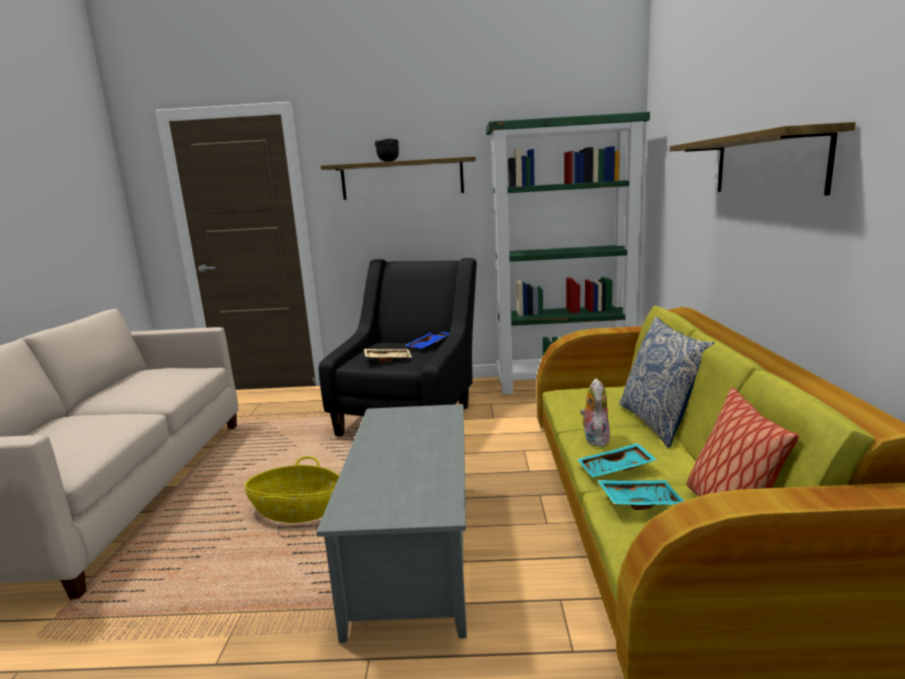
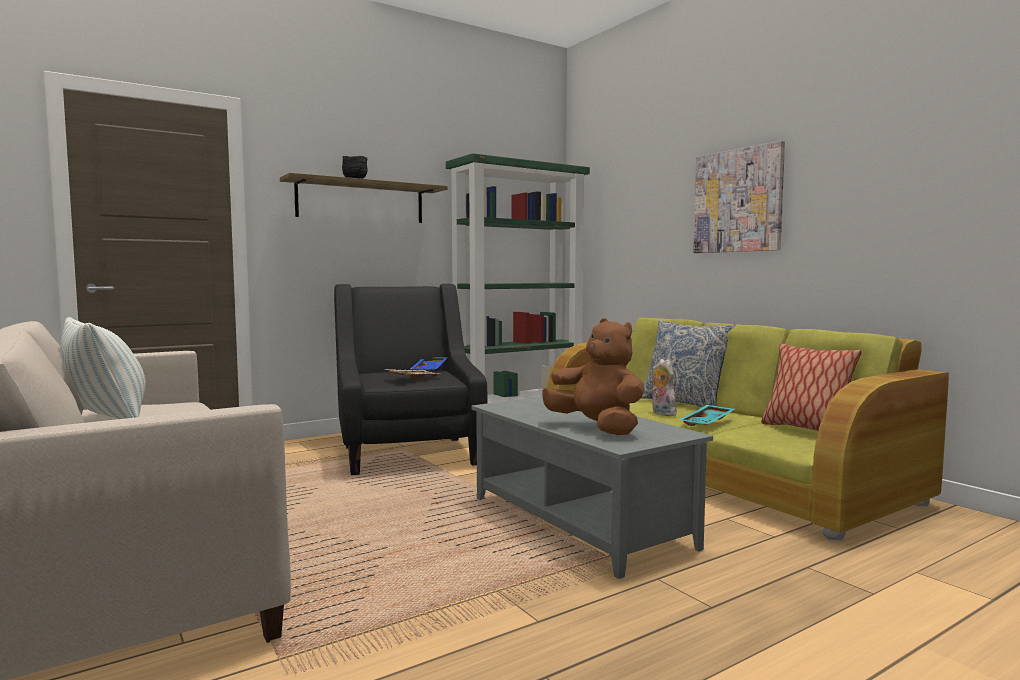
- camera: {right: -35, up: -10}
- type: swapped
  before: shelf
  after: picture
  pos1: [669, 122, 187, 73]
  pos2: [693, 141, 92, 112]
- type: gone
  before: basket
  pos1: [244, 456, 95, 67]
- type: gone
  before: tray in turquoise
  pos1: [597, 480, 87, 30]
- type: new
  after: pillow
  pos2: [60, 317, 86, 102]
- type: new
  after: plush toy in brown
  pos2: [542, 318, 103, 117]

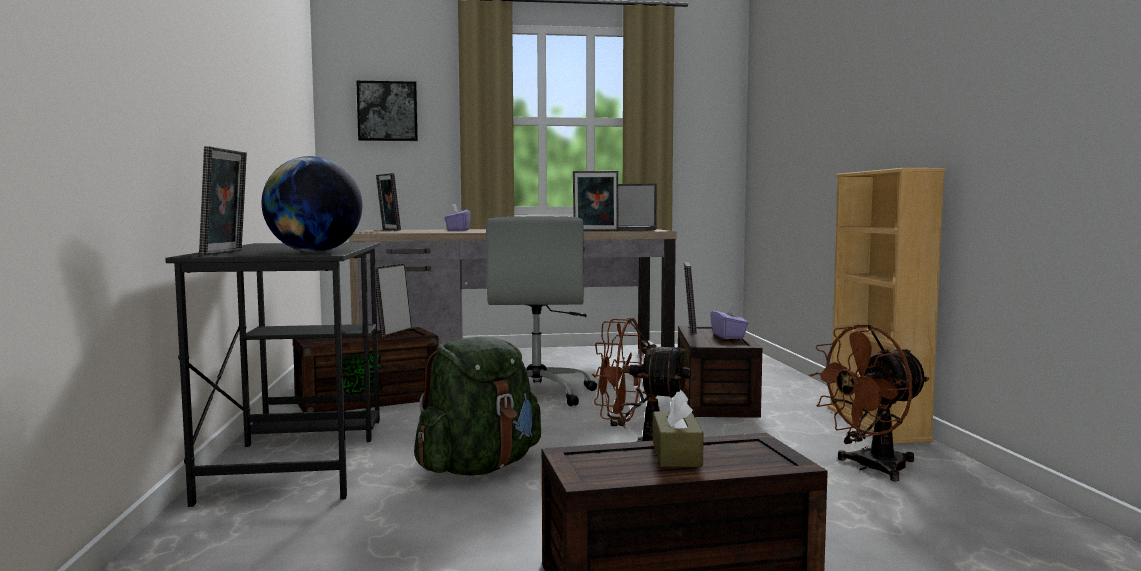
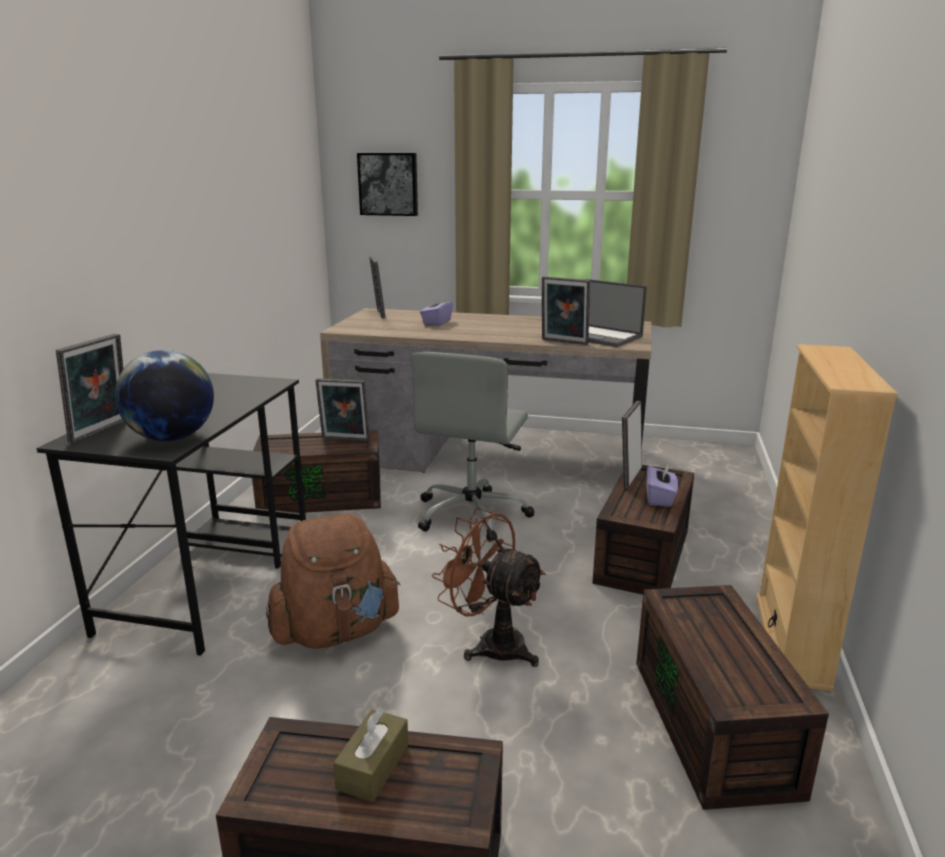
- camera: {right: 20, up: 15}
- type: rotated
  before: picture frame
  pos1: [375, 264, 37, 73]
  pos2: [315, 378, 54, 63]
  turn: -120
- type: swapped
  before: fan in brown
  after: storage box in brown
  pos1: [809, 325, 120, 157]
  pos2: [636, 585, 193, 225]
- type: repainted
  before: backpack in green
  after: backpack in brown
  pos1: [414, 337, 127, 139]
  pos2: [266, 513, 134, 136]

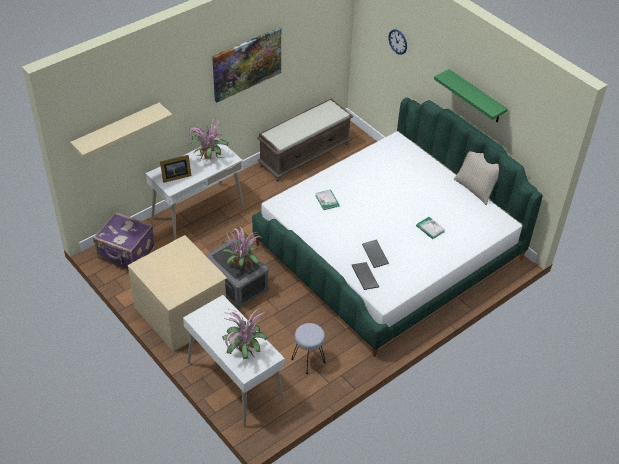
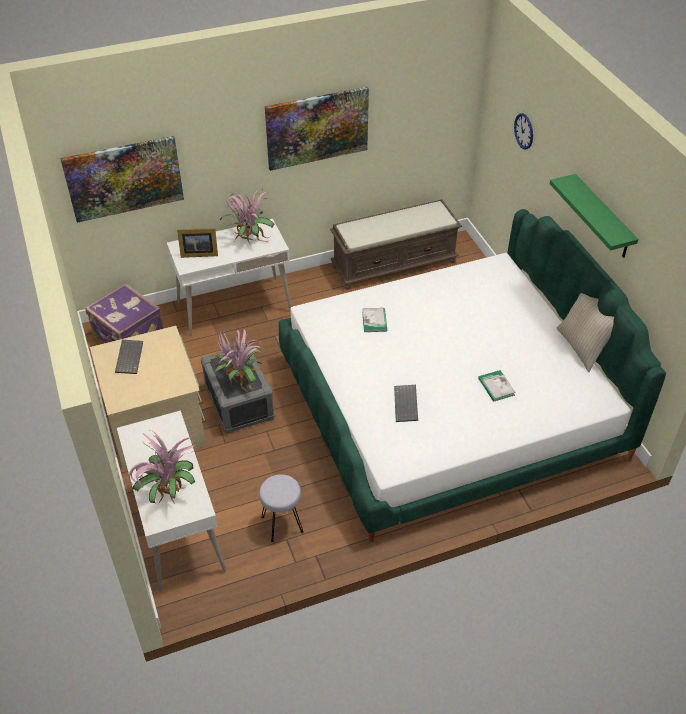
- camera: {right: 20, up: 0}
- type: swapped
  before: shelf in beige
  after: picture
  pos1: [70, 103, 103, 55]
  pos2: [60, 136, 124, 87]
- type: shifted
  before: keyboard
  pos1: [352, 262, 27, 28]
  pos2: [115, 340, 28, 34]

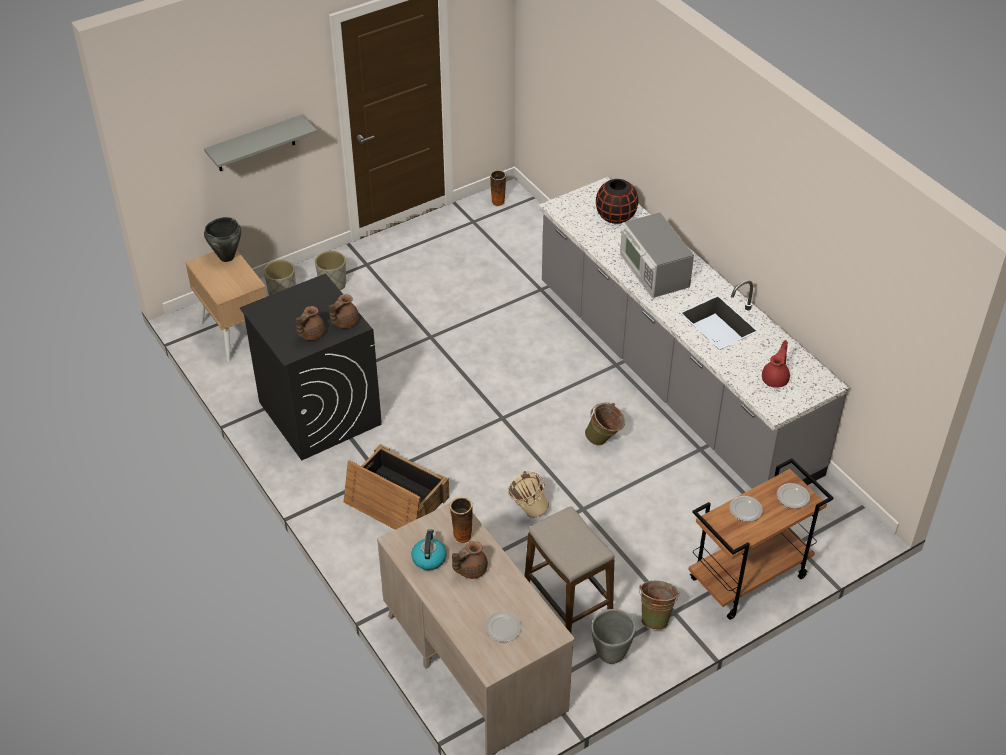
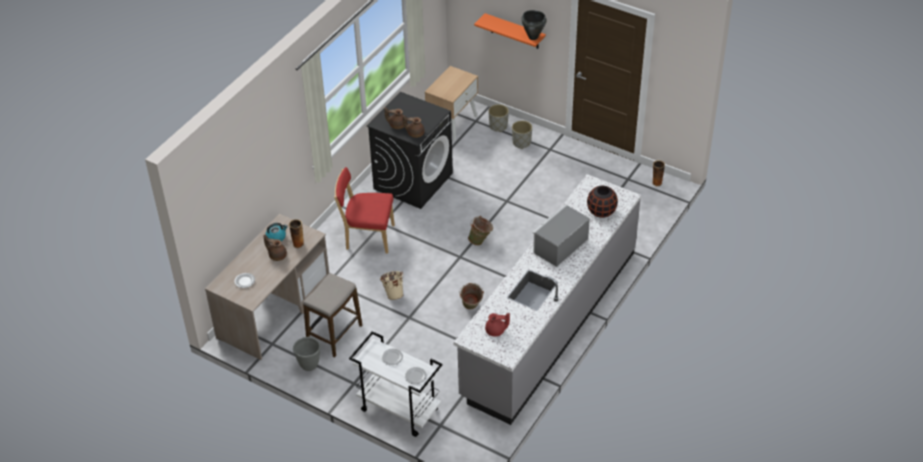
- camera: {right: 65, up: 0}
- type: repainted
  before: shelf in grey
  after: shelf in orange
  pos1: [204, 115, 113, 56]
  pos2: [474, 13, 72, 36]
- type: shifted
  before: cooking pot in black
  pos1: [204, 217, 37, 45]
  pos2: [521, 10, 26, 30]
- type: swapped
  before: crate
  after: chair in red
  pos1: [344, 444, 105, 86]
  pos2: [334, 167, 61, 87]
- type: repainted
  before: cart in brown
  after: cart in white
  pos1: [689, 458, 144, 162]
  pos2: [349, 331, 94, 106]
- type: shifted
  before: bucket in green
  pos1: [639, 581, 41, 49]
  pos2: [468, 216, 25, 29]

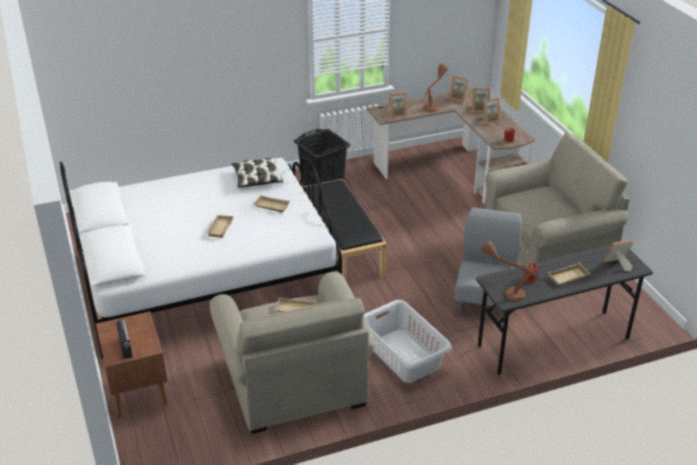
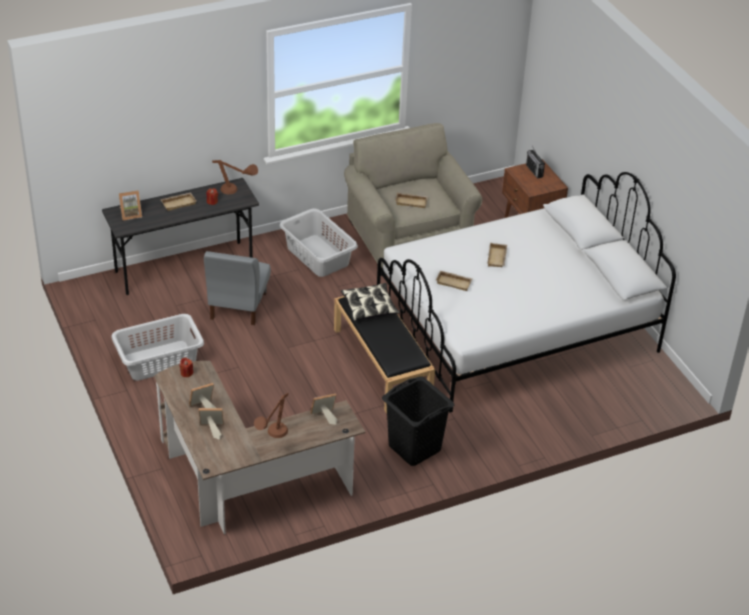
- camera: {right: 175, up: 5}
- type: gone
  before: picture frame
  pos1: [448, 75, 21, 27]
- type: swapped
  before: armchair in beige
  after: laundry basket in grey
  pos1: [485, 133, 145, 133]
  pos2: [111, 314, 93, 67]
- type: shifted
  before: pillow
  pos1: [232, 158, 51, 30]
  pos2: [341, 283, 59, 38]

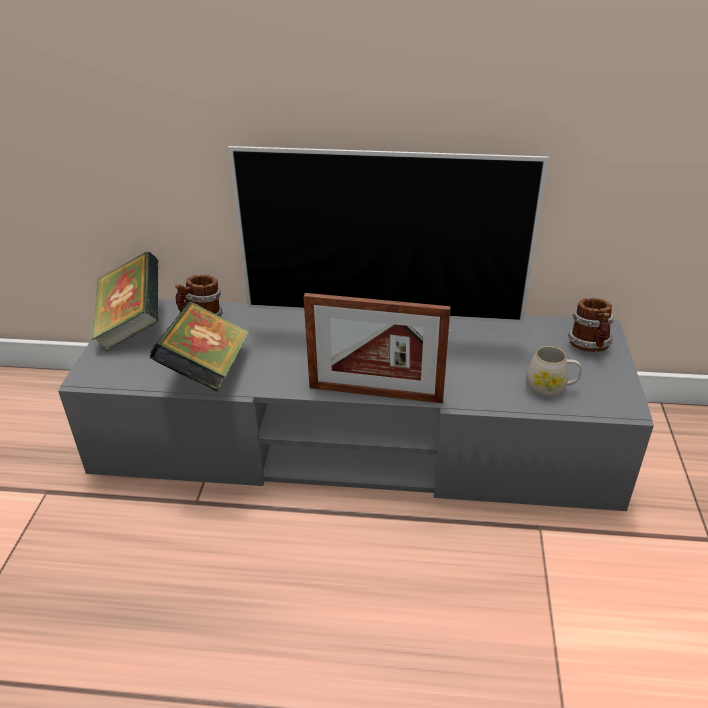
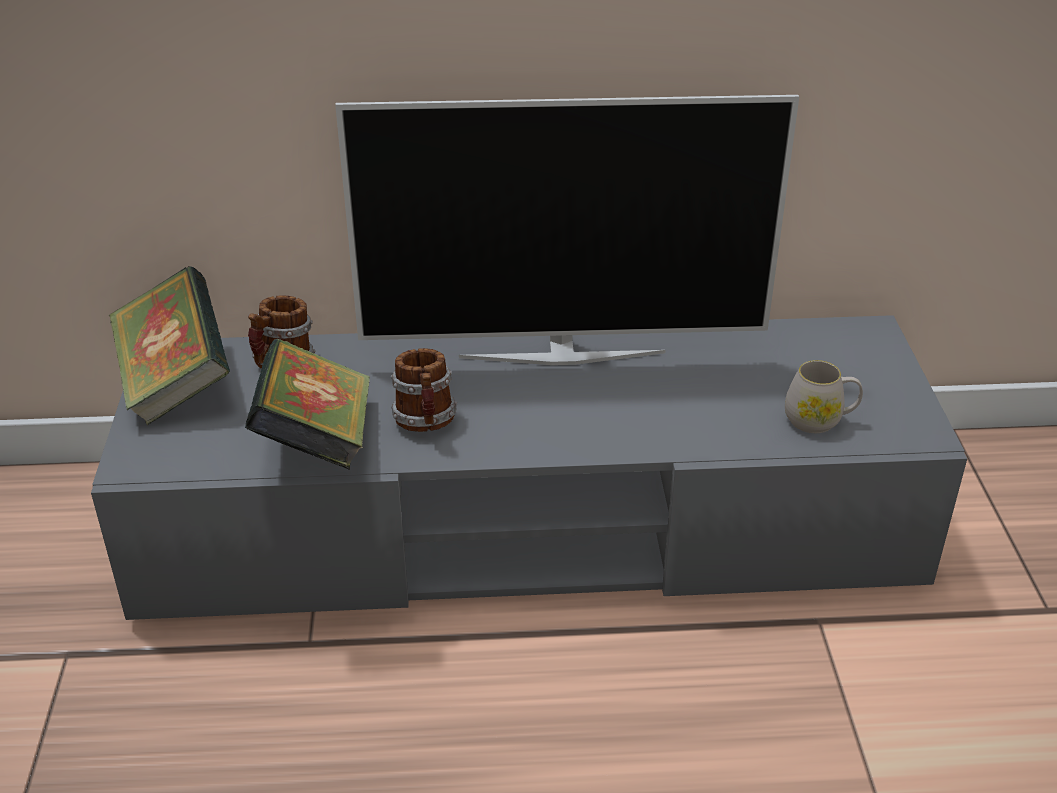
- camera: {right: -10, up: 0}
- type: gone
  before: picture frame
  pos1: [303, 293, 148, 110]
- type: shifted
  before: mug
  pos1: [568, 298, 46, 54]
  pos2: [391, 348, 66, 84]

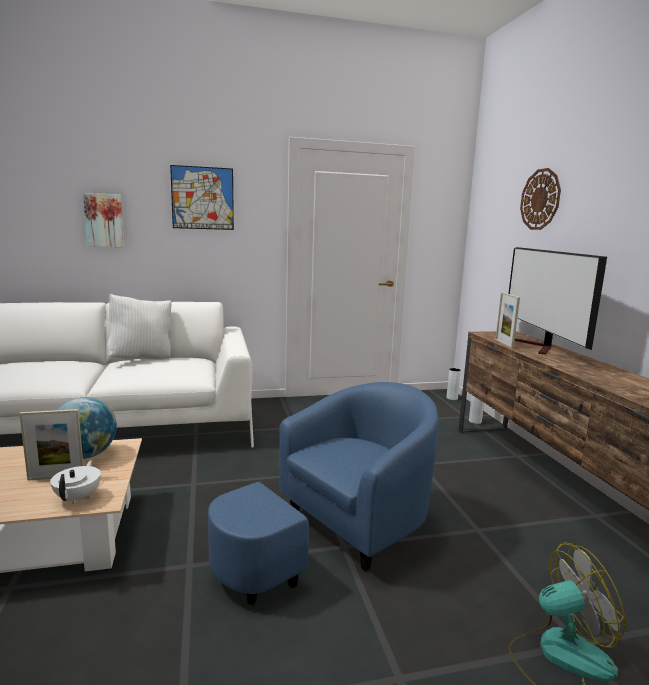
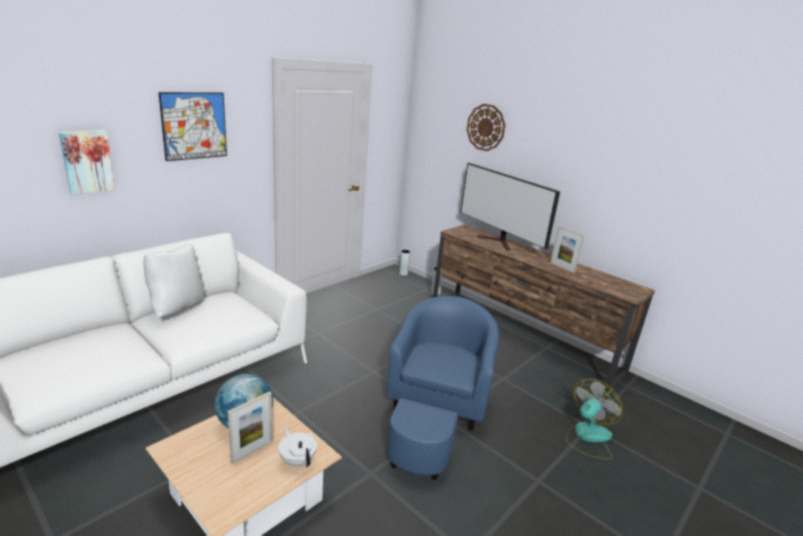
- camera: {right: -35, up: 10}
- type: shifted
  before: picture frame
  pos1: [495, 292, 25, 57]
  pos2: [550, 226, 34, 47]

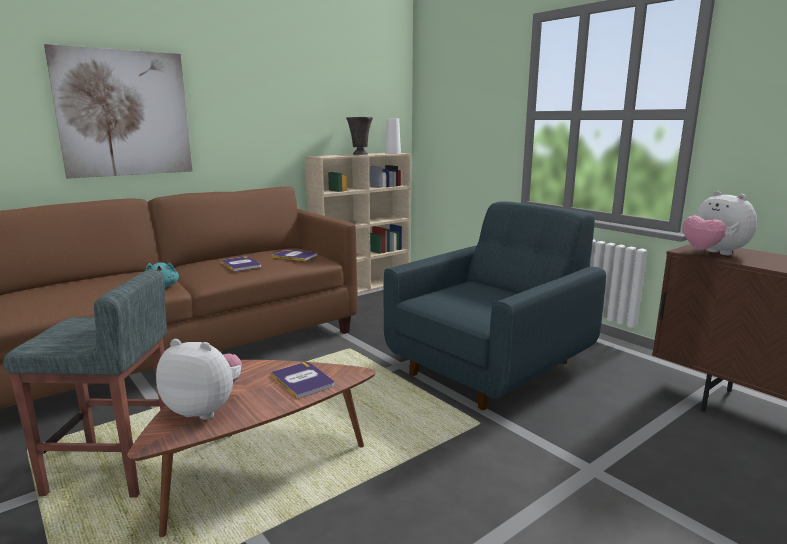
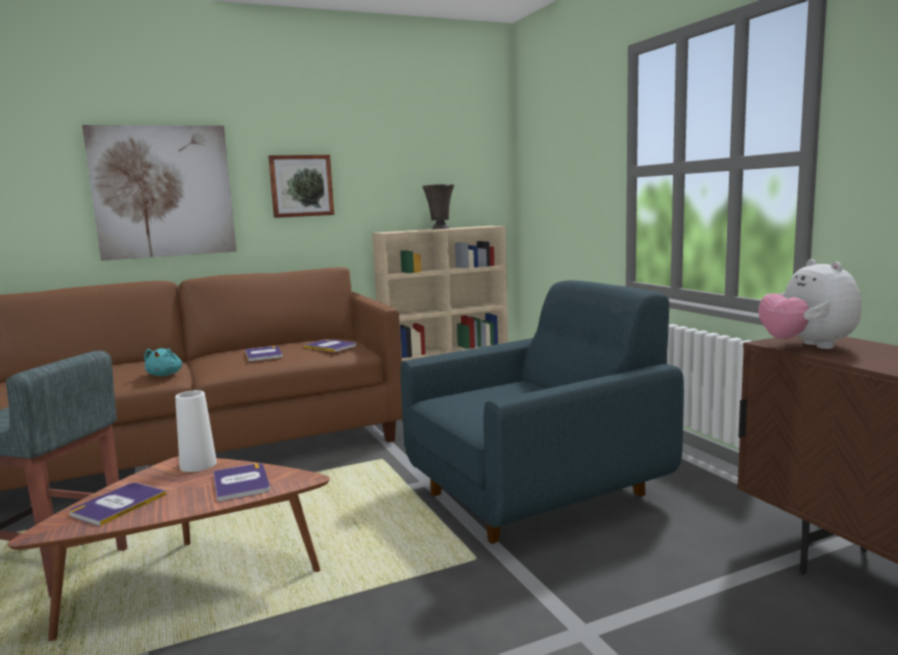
- camera: {right: 15, up: -5}
- type: shifted
  before: vase in white
  pos1: [385, 118, 16, 36]
  pos2: [175, 390, 42, 82]
- type: swapped
  before: plush toy
  after: book
  pos1: [156, 339, 87, 81]
  pos2: [69, 483, 98, 43]
- type: new
  after: picture
  pos2: [268, 155, 66, 63]

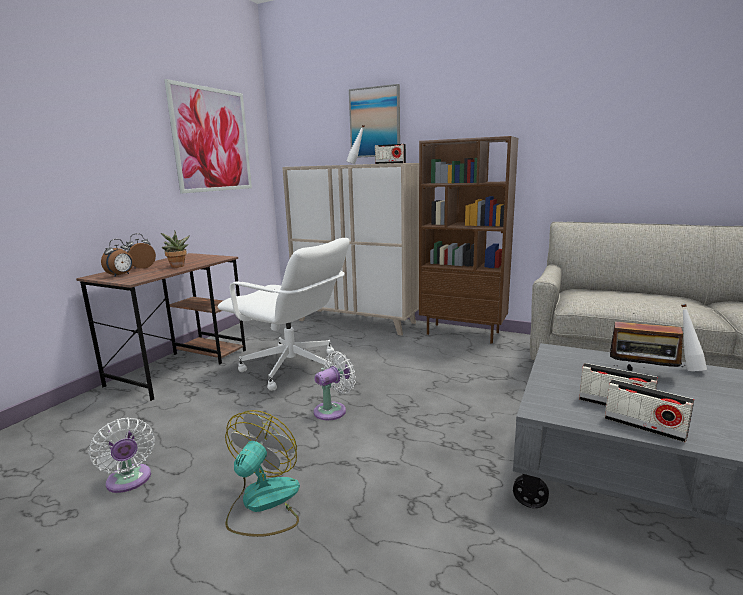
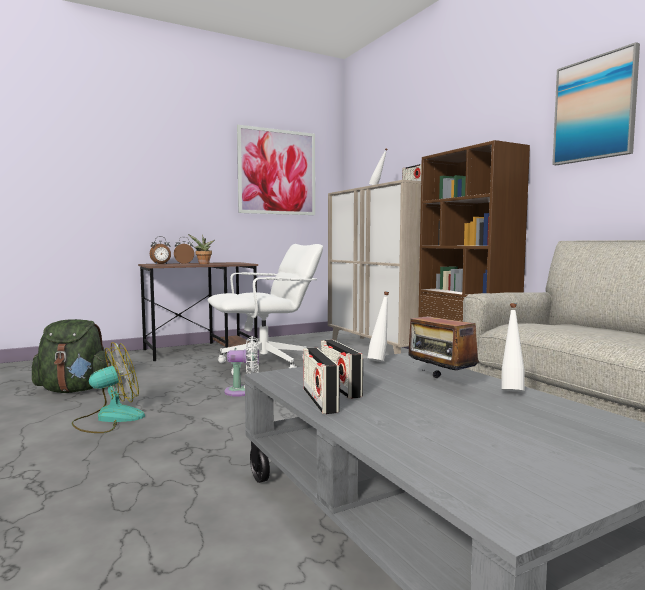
- camera: {right: 35, up: -10}
- type: shifted
  before: picture
  pos1: [349, 84, 51, 74]
  pos2: [552, 42, 88, 123]
- type: rotated
  before: office chair in white
  pos1: [217, 238, 133, 153]
  pos2: [208, 244, 115, 131]
  turn: -90
- type: swapped
  before: fan in white
  after: backpack in green
  pos1: [89, 418, 66, 75]
  pos2: [32, 319, 79, 74]
- type: new
  after: bottle in white
  pos2: [367, 292, 22, 70]

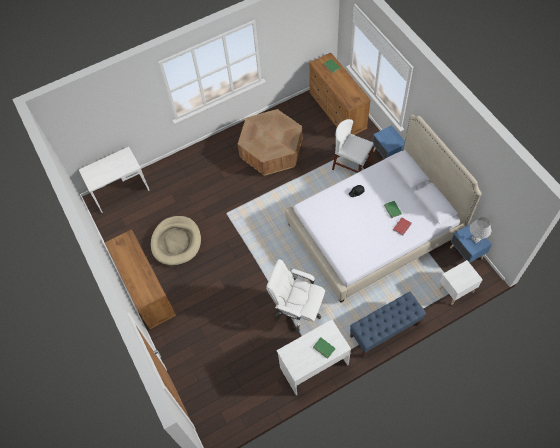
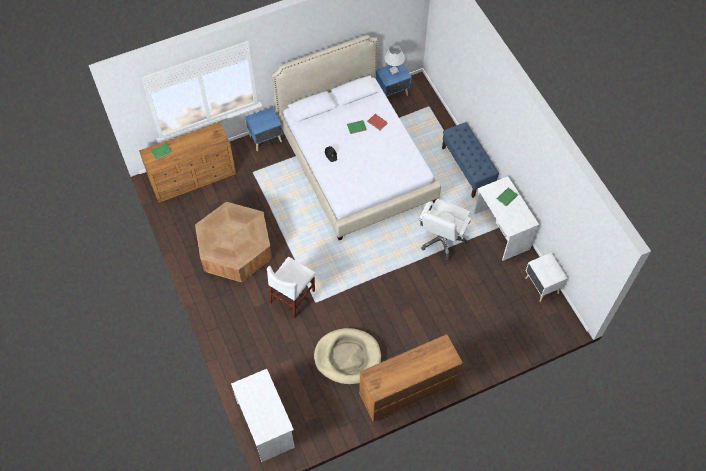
- camera: {right: -90, up: 0}
- type: shifted
  before: chair in white
  pos1: [332, 119, 41, 54]
  pos2: [267, 257, 49, 61]
- type: shifted
  before: nightstand in white
  pos1: [439, 260, 44, 45]
  pos2: [526, 253, 42, 49]

